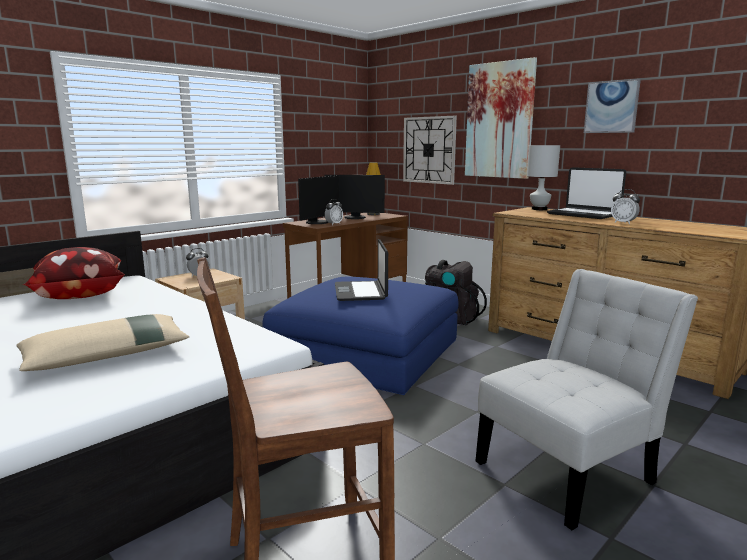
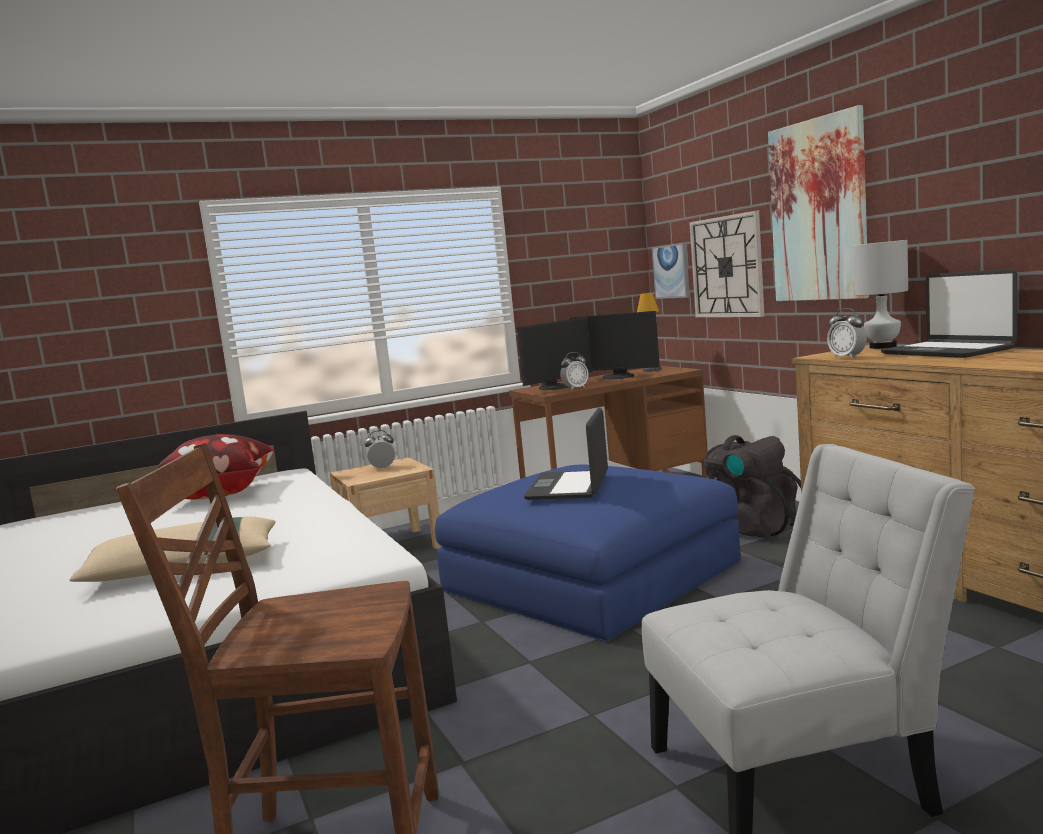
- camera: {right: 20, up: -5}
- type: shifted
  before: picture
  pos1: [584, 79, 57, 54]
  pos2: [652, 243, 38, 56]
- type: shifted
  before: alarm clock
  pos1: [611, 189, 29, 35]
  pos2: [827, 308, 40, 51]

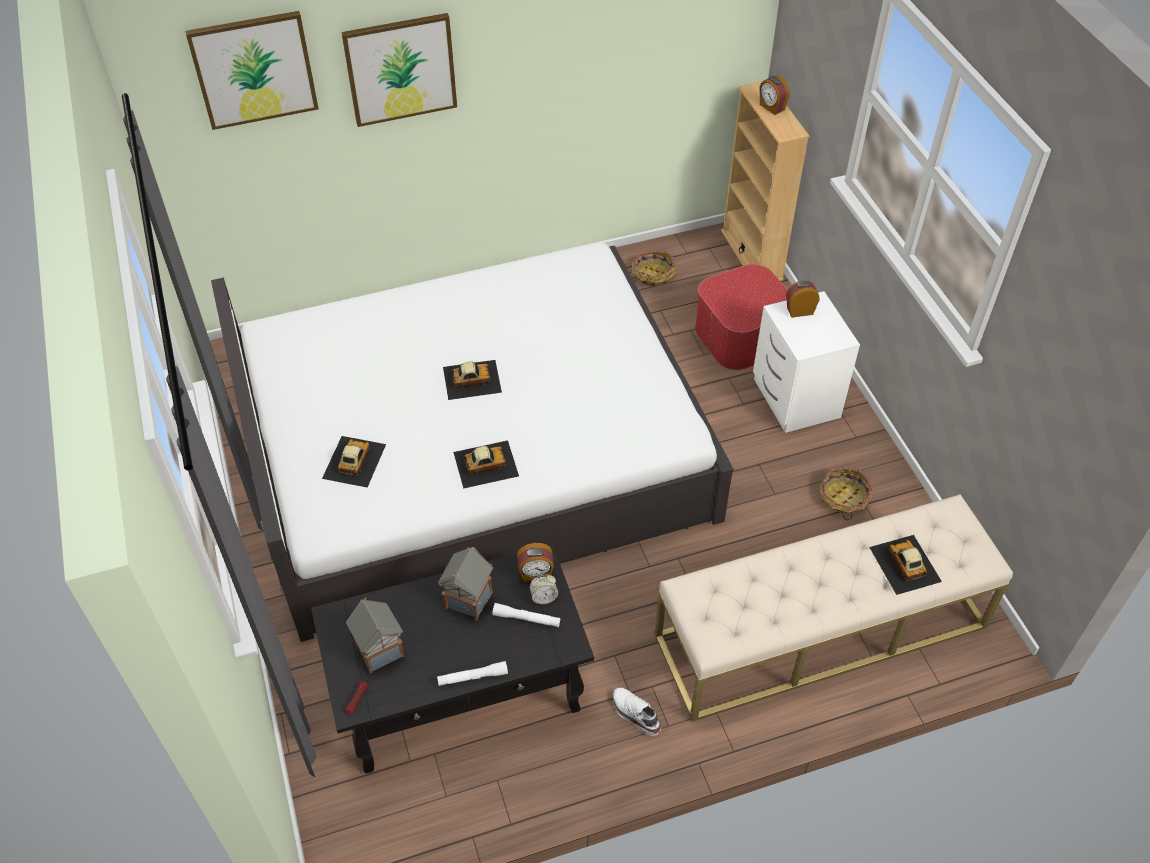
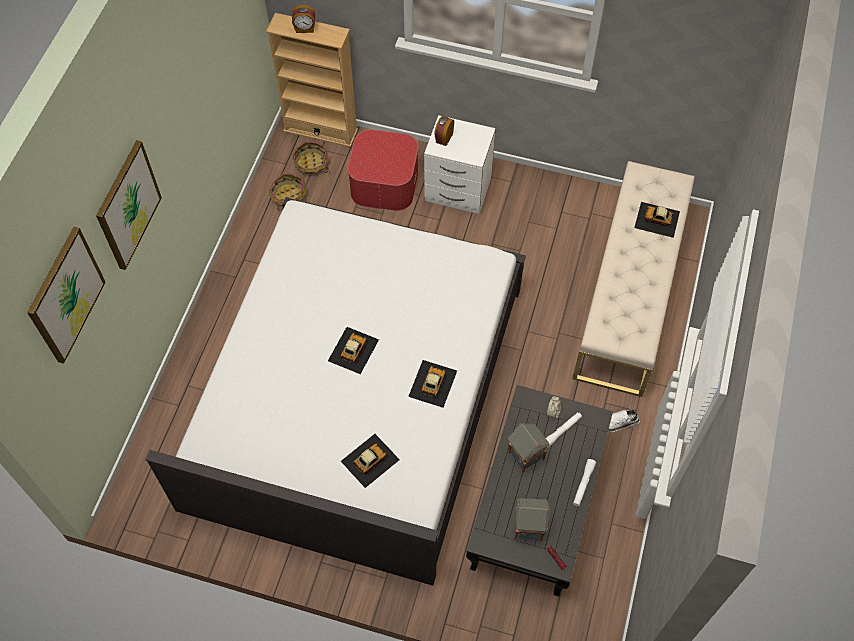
- camera: {right: -55, up: 10}
- type: rotated
  before: toy car
  pos1: [322, 436, 64, 52]
  pos2: [341, 434, 59, 54]
  turn: 90
- type: shifted
  before: basket
  pos1: [820, 467, 53, 53]
  pos2: [293, 141, 36, 33]
- type: gone
  before: alarm clock
  pos1: [517, 543, 37, 39]

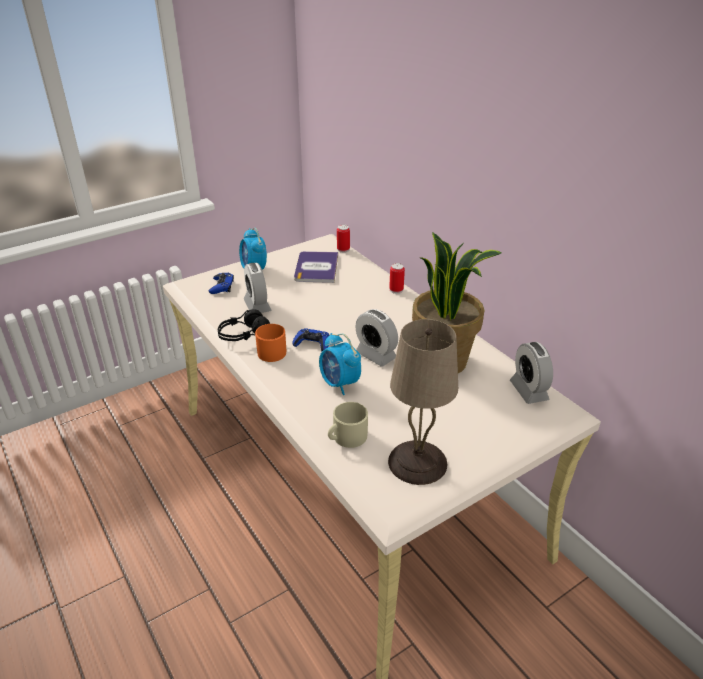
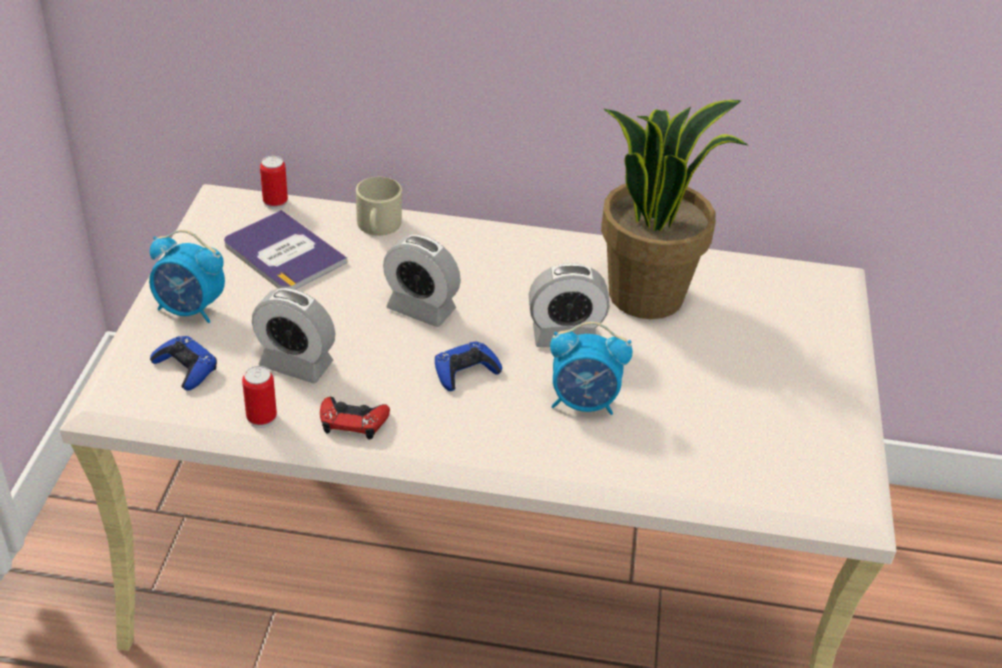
- camera: {right: -50, up: 5}
- type: shifted
  before: can
  pos1: [389, 263, 16, 31]
  pos2: [242, 366, 35, 62]
- type: swapped
  before: headphones in black
  after: game controller in red
  pos1: [218, 309, 52, 32]
  pos2: [320, 397, 70, 43]
- type: gone
  before: table lamp in beige
  pos1: [388, 319, 70, 166]
- type: gone
  before: mug in orange
  pos1: [255, 324, 31, 38]
- type: shifted
  before: alarm clock
  pos1: [510, 342, 43, 62]
  pos2: [383, 235, 78, 92]
- type: shifted
  before: mug in beige
  pos1: [328, 402, 40, 46]
  pos2: [356, 177, 46, 59]

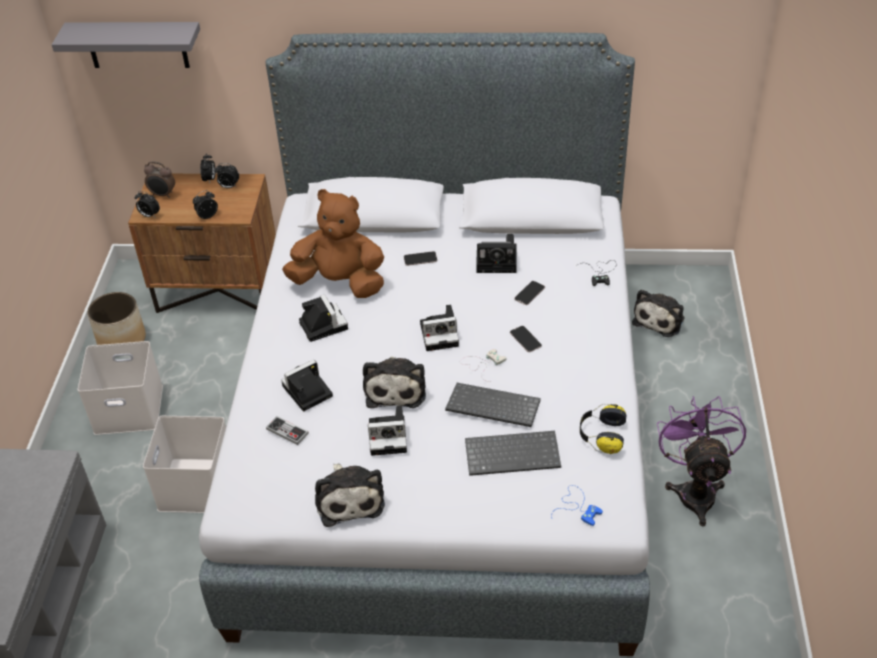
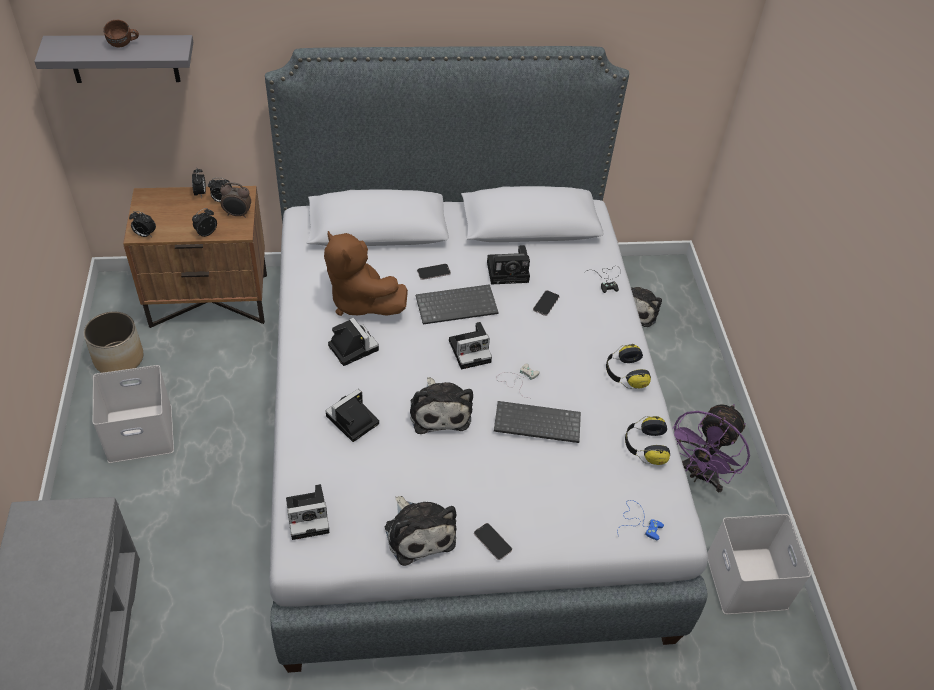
- camera: {right: -15, up: 5}
- type: shifted
  before: alarm clock
  pos1: [144, 161, 31, 37]
  pos2: [220, 182, 31, 36]
- type: rotated
  before: plush toy in brown
  pos1: [282, 189, 102, 109]
  pos2: [324, 231, 84, 85]
  turn: -135
- type: shifted
  before: phone
  pos1: [510, 326, 32, 26]
  pos2: [474, 523, 38, 37]
- type: rotated
  before: fan in purple
  pos1: [657, 396, 89, 131]
  pos2: [672, 404, 78, 89]
  turn: -135
- type: shifted
  before: photo camera
  pos1: [368, 405, 39, 51]
  pos2: [286, 484, 43, 56]
- type: shifted
  before: storage box in white
  pos1: [143, 416, 83, 97]
  pos2: [707, 514, 104, 100]
- type: gone
  before: game controller
  pos1: [266, 416, 43, 29]
- type: shifted
  before: keyboard
  pos1: [465, 431, 96, 45]
  pos2: [416, 284, 83, 41]
- type: new
  after: mug in brown
  pos2: [103, 20, 36, 28]
- type: new
  after: headphones
  pos2: [606, 344, 45, 45]

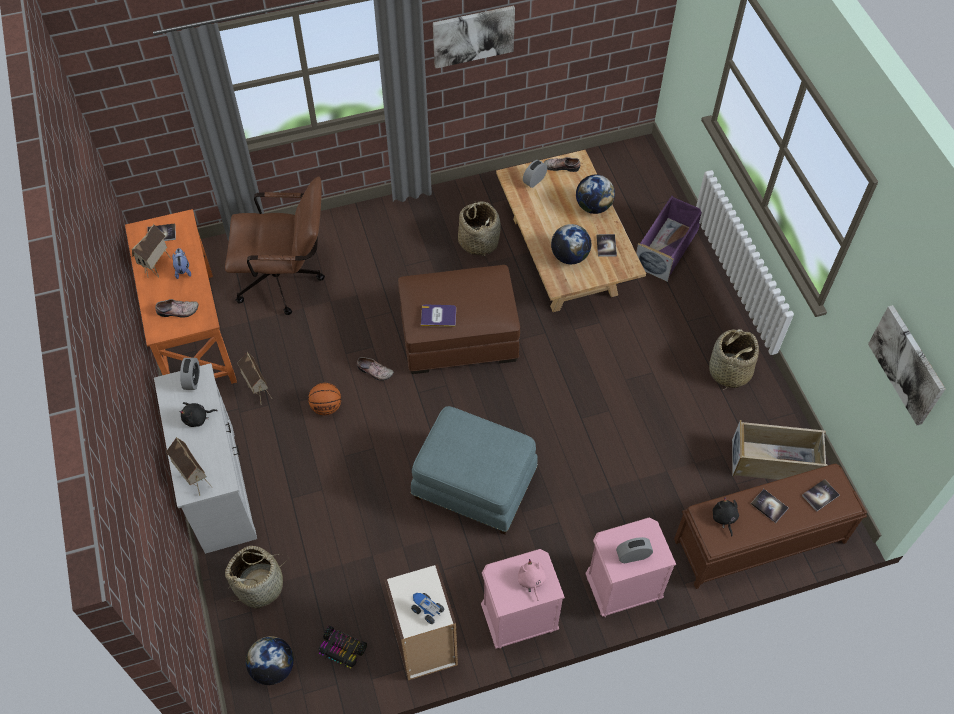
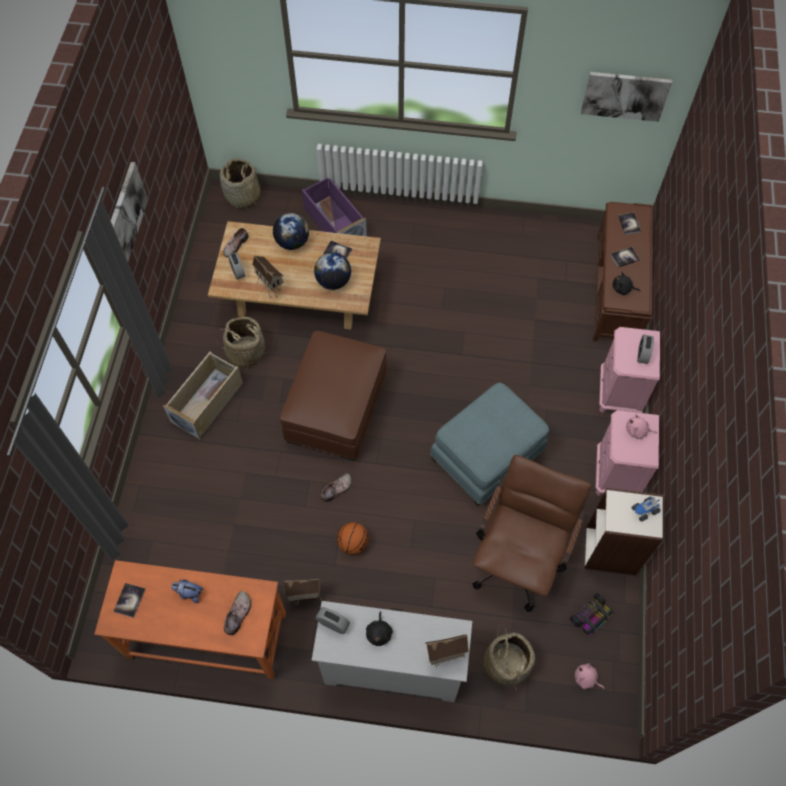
- camera: {right: -65, up: 5}
- type: shifted
  before: office chair in brown
  pos1: [225, 176, 100, 139]
  pos2: [473, 455, 118, 157]
- type: shifted
  before: toy house
  pos1: [132, 224, 39, 54]
  pos2: [252, 255, 32, 44]
- type: gone
  before: book
  pos1: [421, 305, 35, 22]
- type: shifted
  before: basket
  pos1: [709, 329, 50, 60]
  pos2: [220, 158, 41, 50]
- type: shifted
  before: storage box in beige
  pos1: [732, 420, 96, 60]
  pos2: [163, 351, 80, 89]
- type: swapped
  before: globe
  after: plush toy in pink
  pos1: [246, 636, 48, 49]
  pos2: [575, 663, 30, 26]

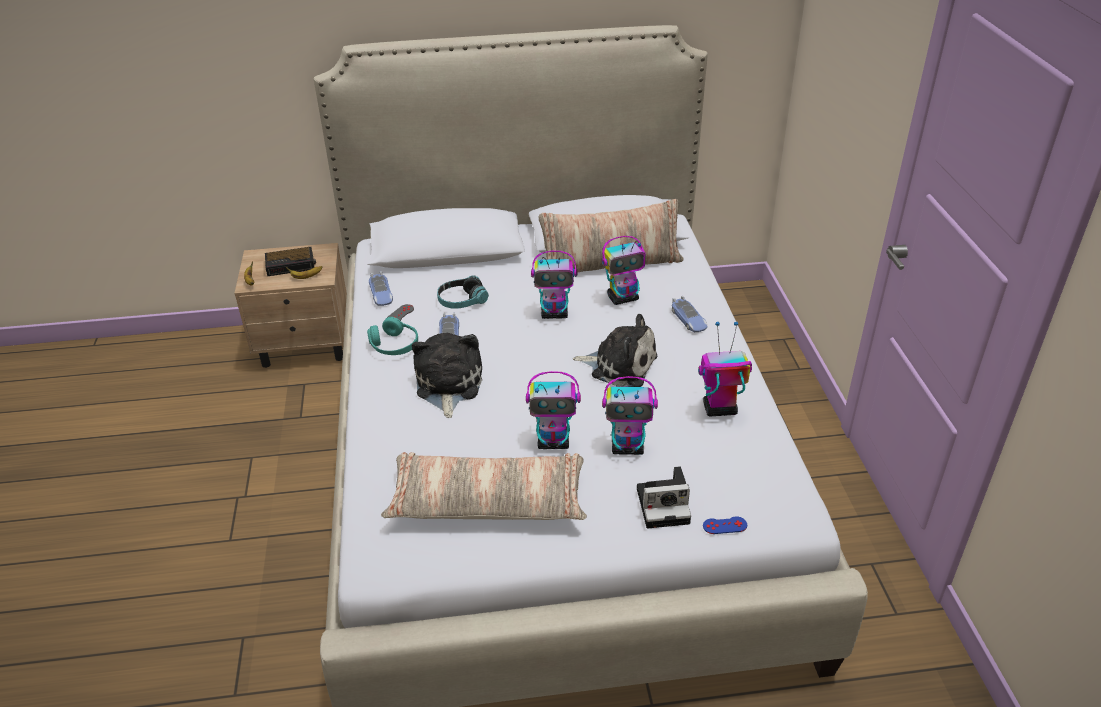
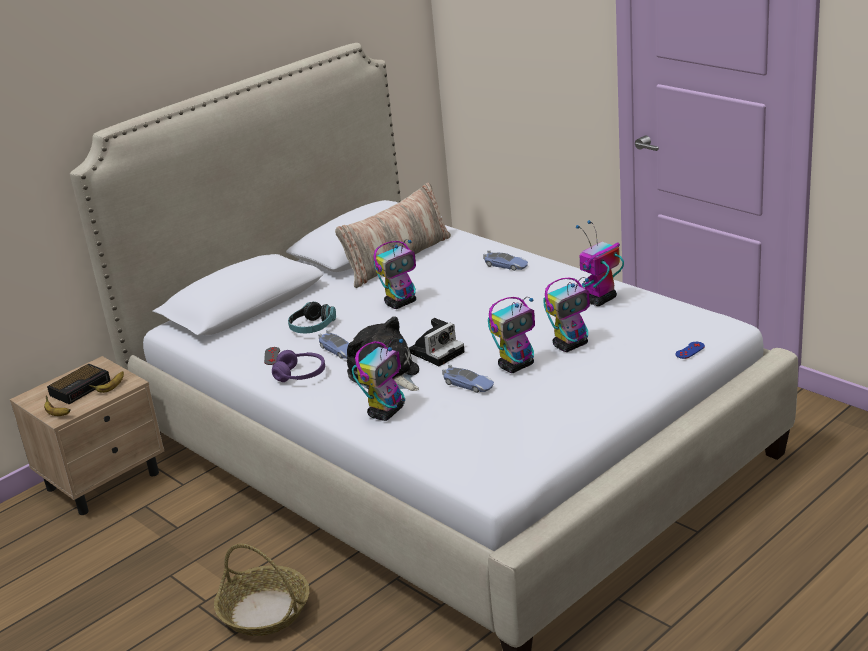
- camera: {right: -35, up: -10}
- type: shifted
  before: toy robot
  pos1: [602, 236, 44, 69]
  pos2: [352, 338, 53, 83]
- type: shifted
  before: toy car
  pos1: [369, 271, 24, 35]
  pos2: [442, 364, 52, 29]
- type: gone
  before: plush toy
  pos1: [573, 314, 84, 73]
- type: repainted
  before: headphones in turquoise
  after: headphones in purple
  pos1: [367, 317, 51, 38]
  pos2: [272, 350, 53, 32]
- type: gone
  before: pillow
  pos1: [381, 452, 206, 68]
- type: shifted
  before: photo camera
  pos1: [637, 466, 54, 63]
  pos2: [409, 318, 55, 48]
- type: new
  after: basket
  pos2: [214, 544, 95, 92]

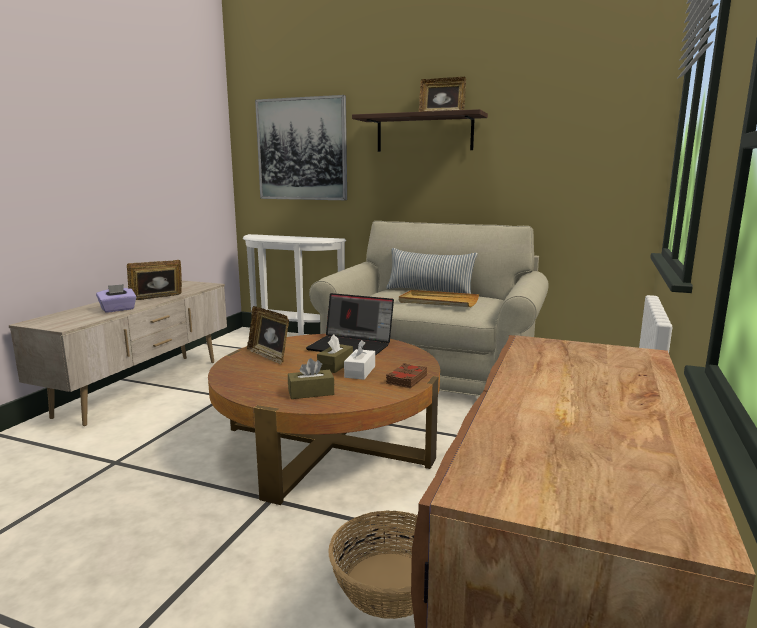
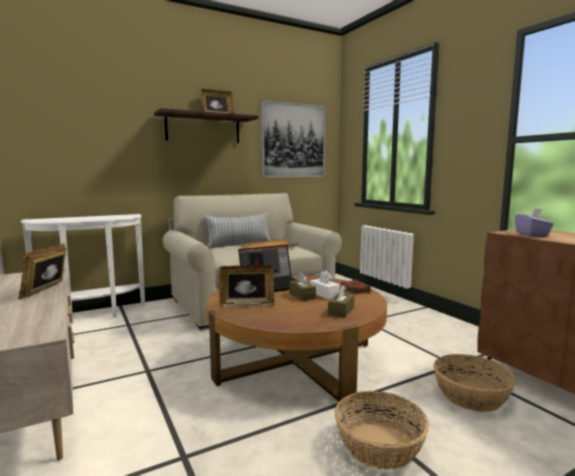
- camera: {right: -50, up: -5}
- type: shifted
  before: picture
  pos1: [255, 95, 92, 105]
  pos2: [261, 100, 65, 77]
- type: shifted
  before: tissue box in purple
  pos1: [96, 284, 40, 29]
  pos2: [515, 208, 39, 29]
- type: new
  after: basket
  pos2: [334, 391, 95, 79]

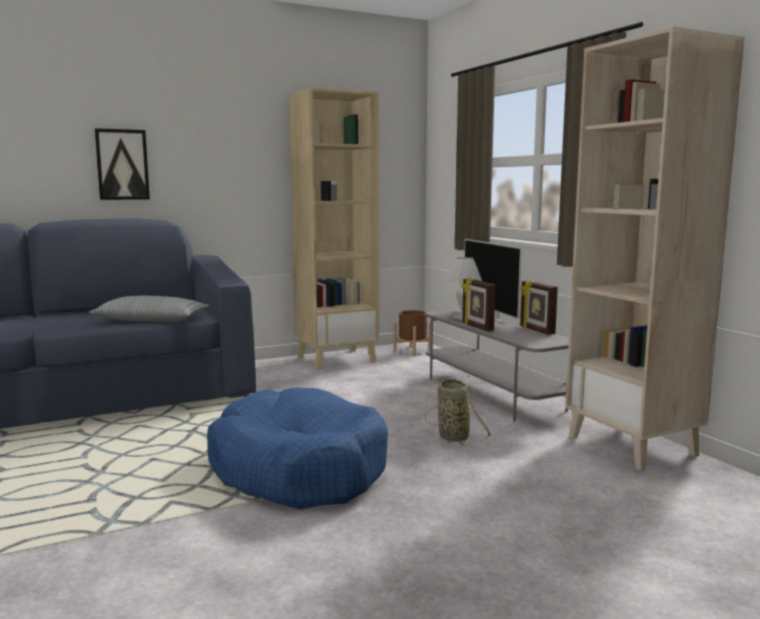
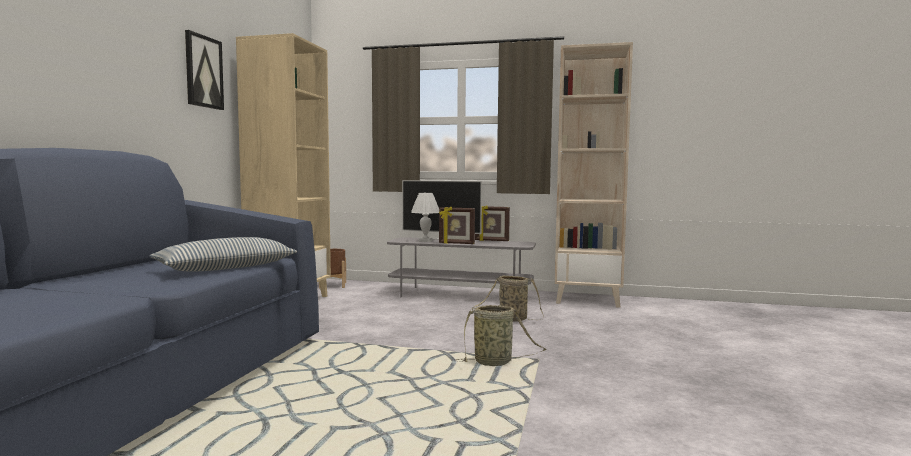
- camera: {right: -50, up: -5}
- type: shifted
  before: picture
  pos1: [95, 128, 55, 72]
  pos2: [185, 30, 39, 80]
- type: swapped
  before: dog bed in blue
  after: basket
  pos1: [207, 387, 181, 122]
  pos2: [455, 305, 91, 61]

